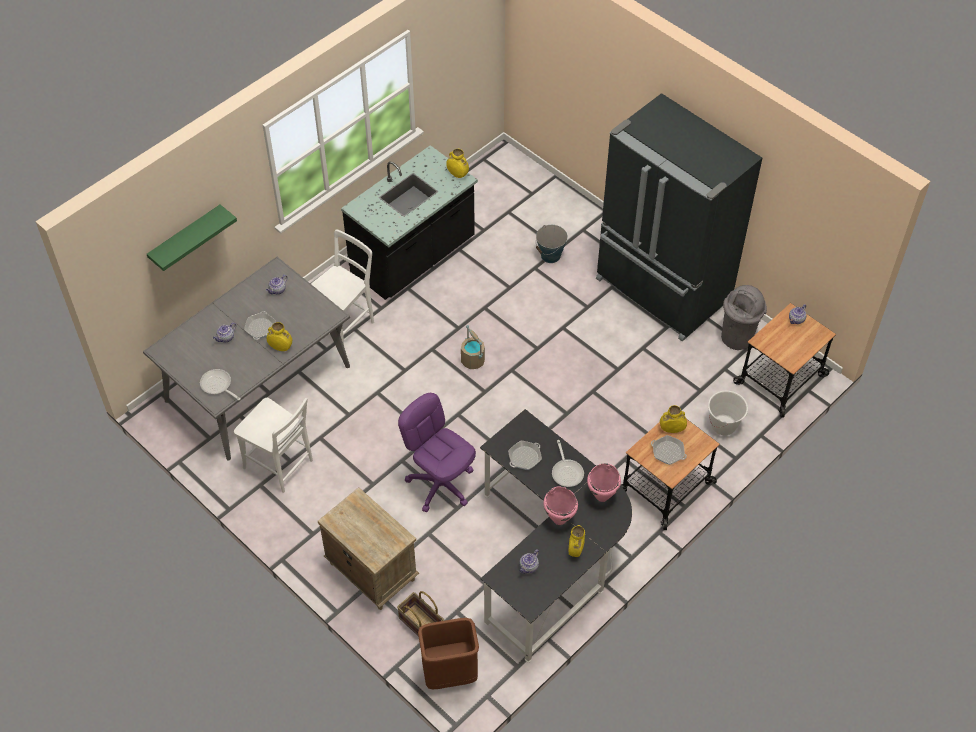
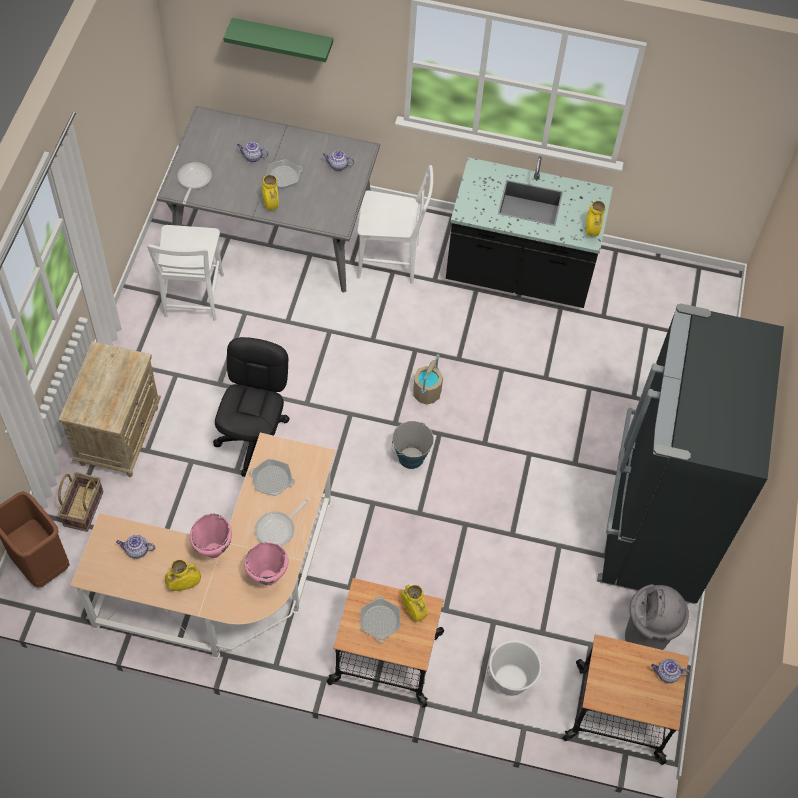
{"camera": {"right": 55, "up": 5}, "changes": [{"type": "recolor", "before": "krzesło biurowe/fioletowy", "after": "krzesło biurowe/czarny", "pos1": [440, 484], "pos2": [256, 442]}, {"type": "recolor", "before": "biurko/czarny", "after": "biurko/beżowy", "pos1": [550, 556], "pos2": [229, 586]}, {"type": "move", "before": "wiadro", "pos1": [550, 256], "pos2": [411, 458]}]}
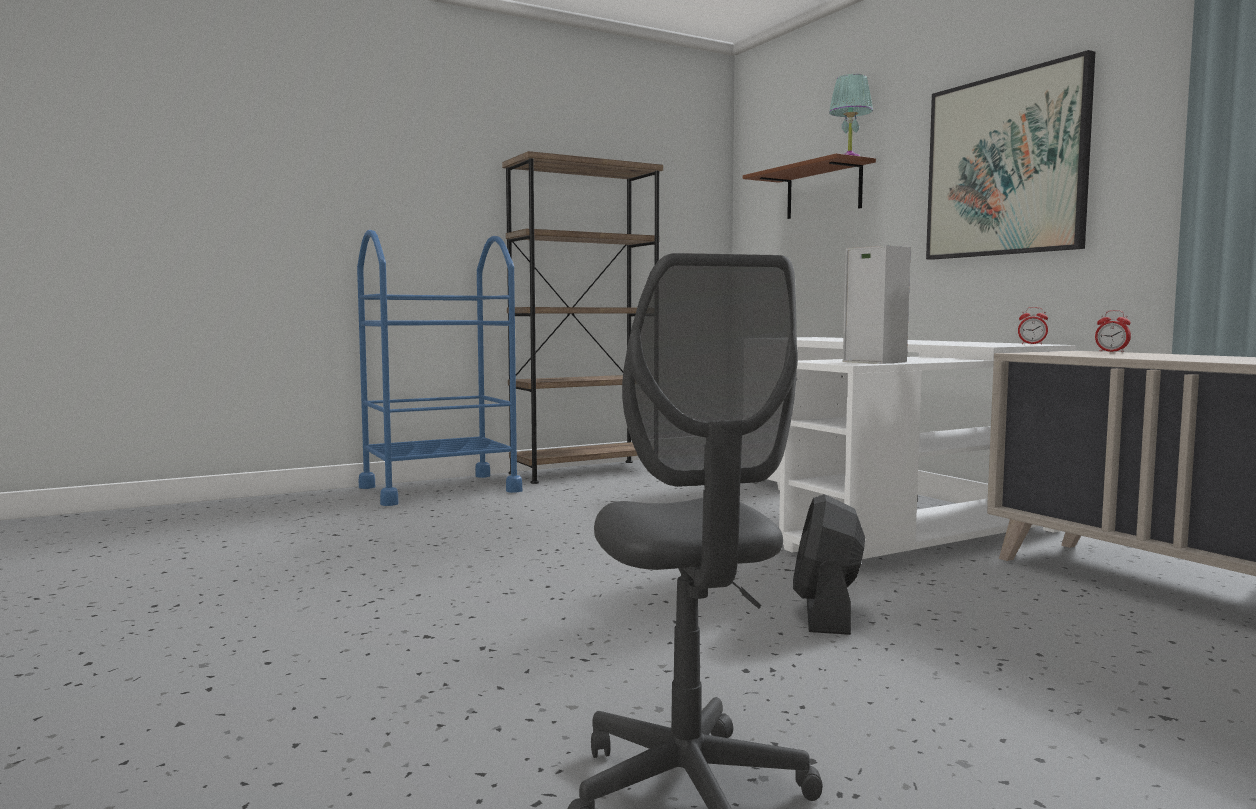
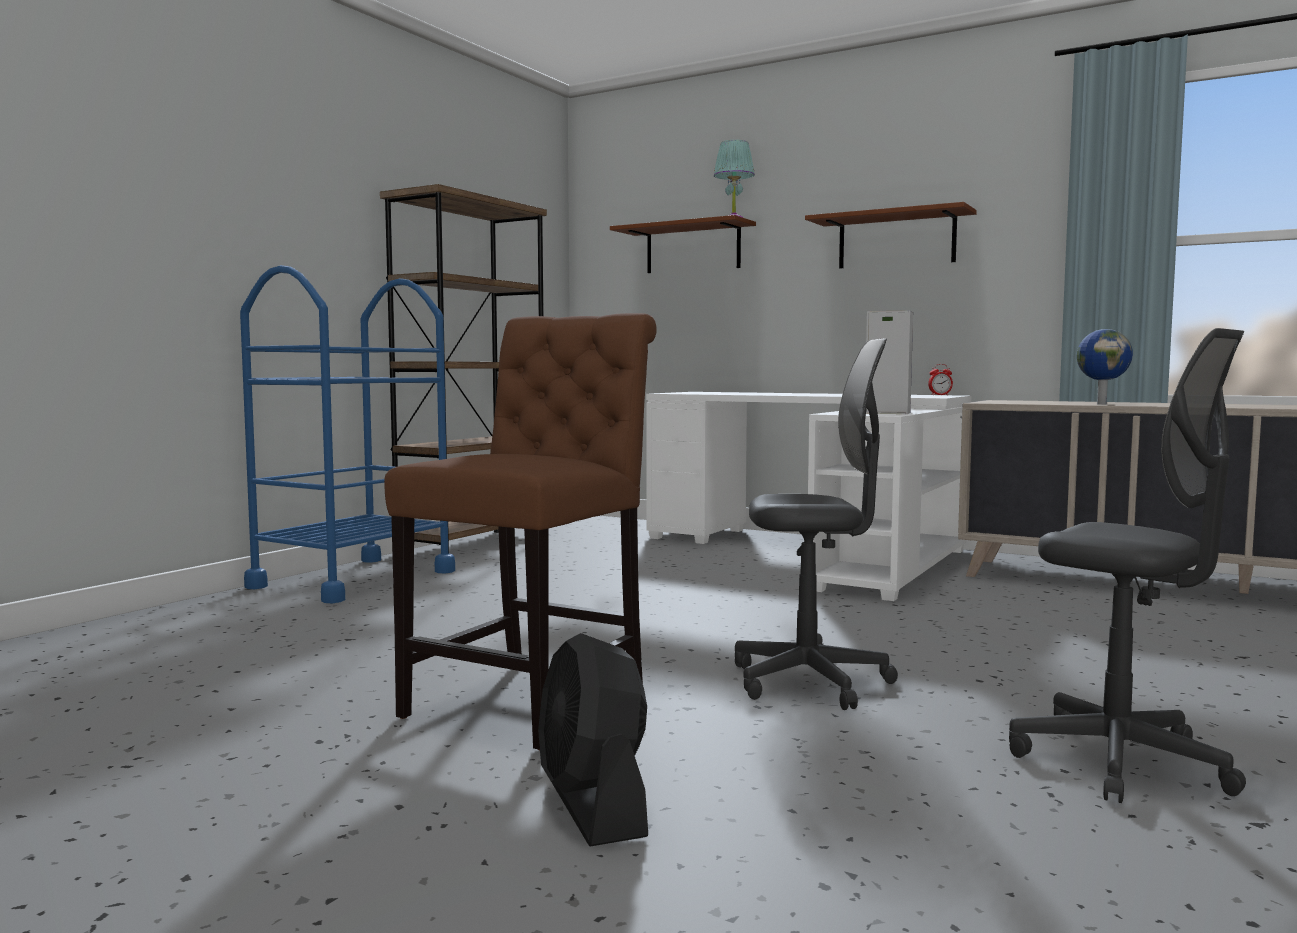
{"camera": {"right": -30, "up": 0}, "changes": [{"type": "move", "before": "wentylator/czarny", "pos1": [826, 614], "pos2": [593, 805]}, {"type": "replace", "before": "obraz", "after": "półka/brązowy", "pos1": [1005, 165], "pos2": [896, 240]}, {"type": "delete", "before": "budzik", "pos1": [1112, 351]}, {"type": "insert", "after": "krzesło/brązowy", "pos2": [534, 699]}, {"type": "insert", "after": "krzesło biurowe/szary", "pos2": [810, 682]}, {"type": "insert", "after": "globus", "pos2": [1101, 404]}]}
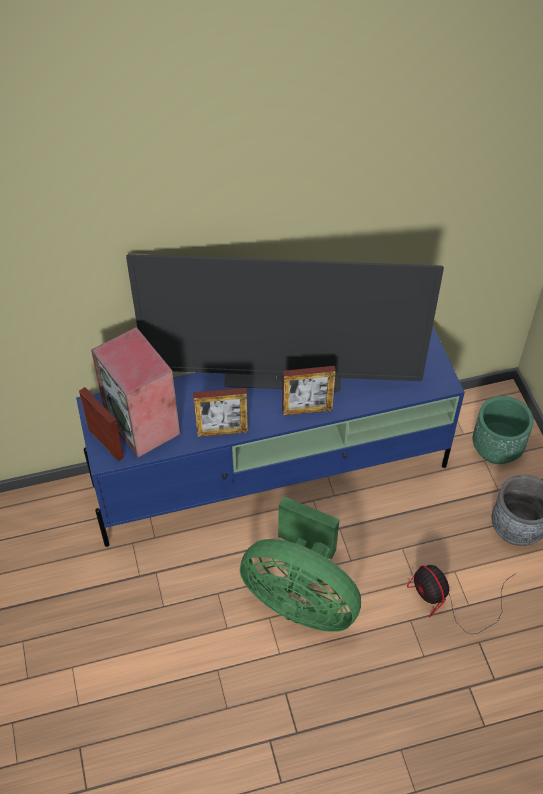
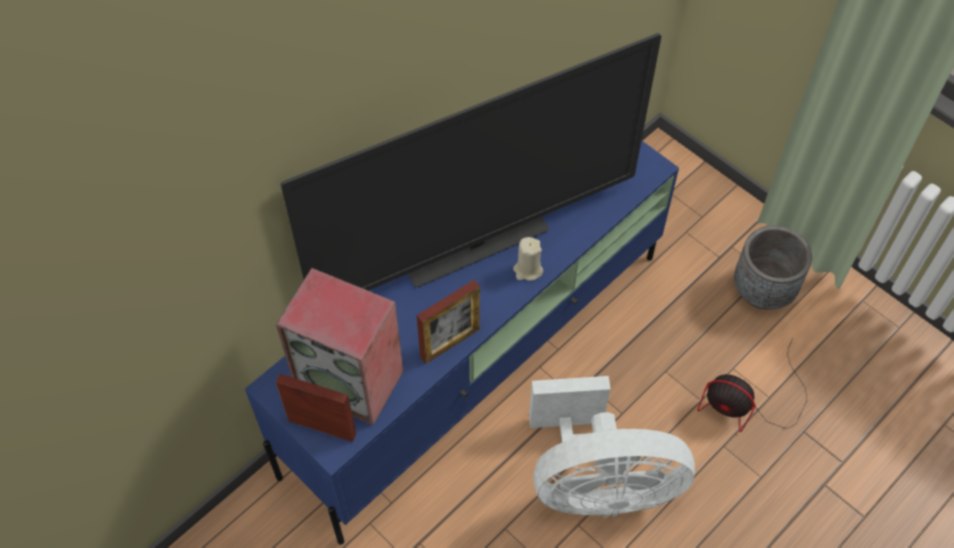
{"camera": {"right": -30, "up": 5}, "changes": [{"type": "recolor", "before": "wentylator/zielony", "after": "wentylator/biały", "pos1": [301, 598], "pos2": [597, 484]}, {"type": "replace", "before": "ramka na zdjęcie", "after": "świeca/beżowy", "pos1": [307, 410], "pos2": [527, 270]}, {"type": "delete", "before": "donica/zielony", "pos1": [496, 449]}]}
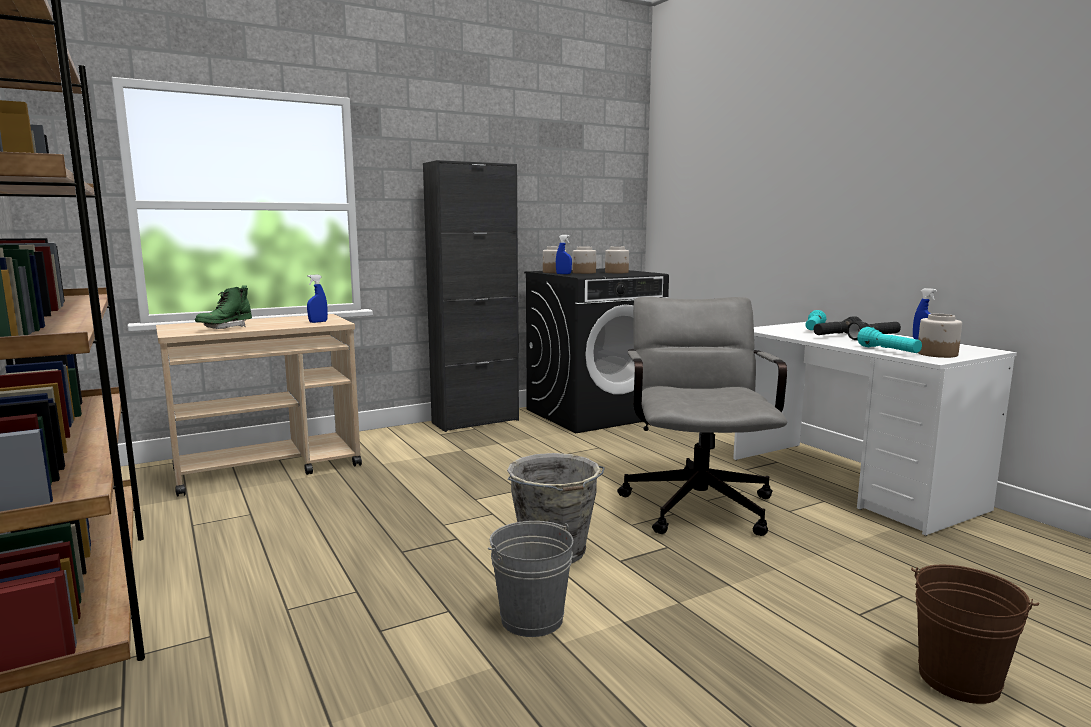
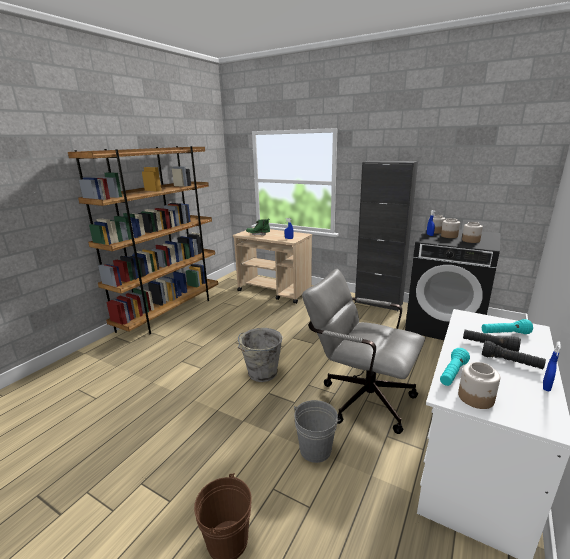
{"camera": {"right": 60, "up": 10}, "changes": [{"type": "move", "before": "wiadro/szary", "pos1": [532, 619], "pos2": [315, 449]}, {"type": "rotate", "before": "krzesło biurowe/szary", "pos1": [696, 501], "pos2": [360, 396], "turn": -120}]}
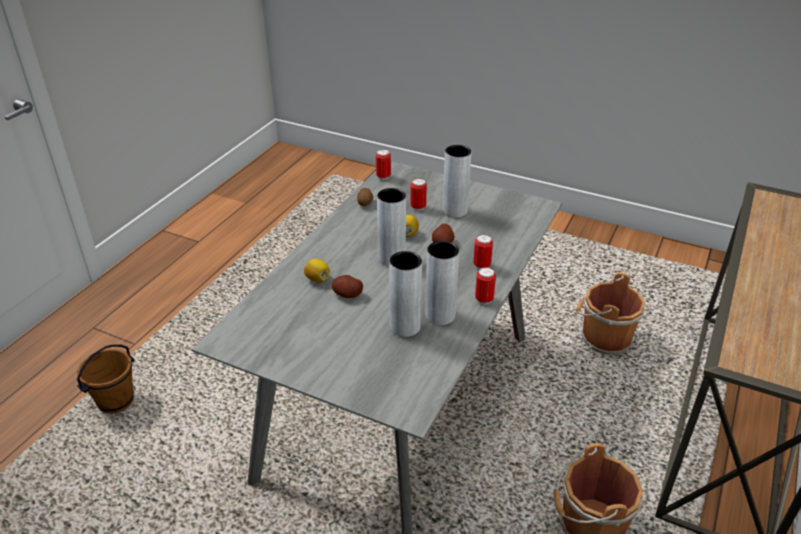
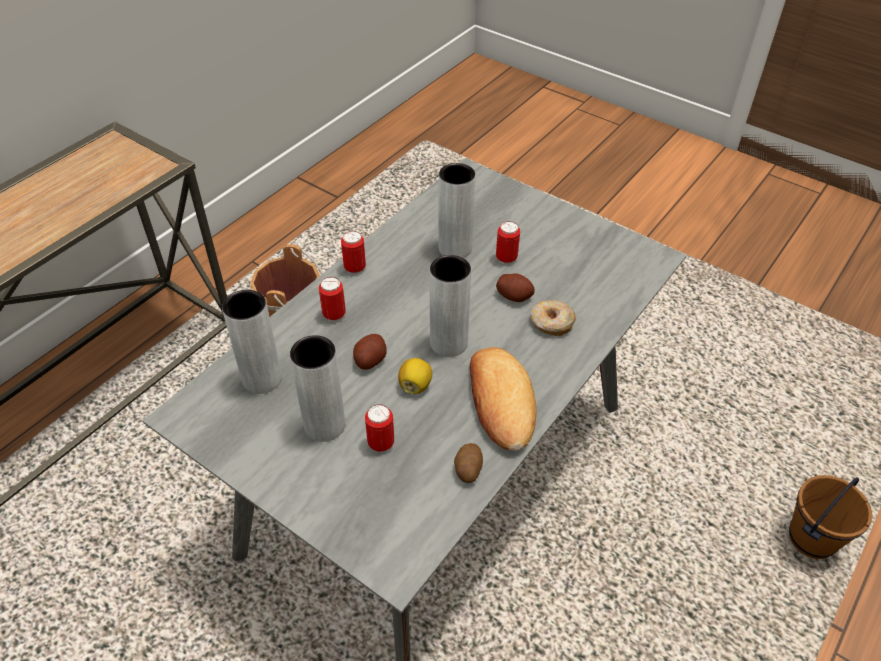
{"camera": {"right": -170, "up": 10}, "changes": [{"type": "replace", "before": "cytryna", "after": "donut", "pos1": [317, 279], "pos2": [551, 323]}, {"type": "move", "before": "puszka", "pos1": [383, 176], "pos2": [506, 258]}, {"type": "move", "before": "wazon/szary", "pos1": [440, 315], "pos2": [262, 379]}, {"type": "delete", "before": "wiadro/brązowy", "pos1": [603, 339]}, {"type": "insert", "after": "chleb", "pos2": [500, 402]}]}
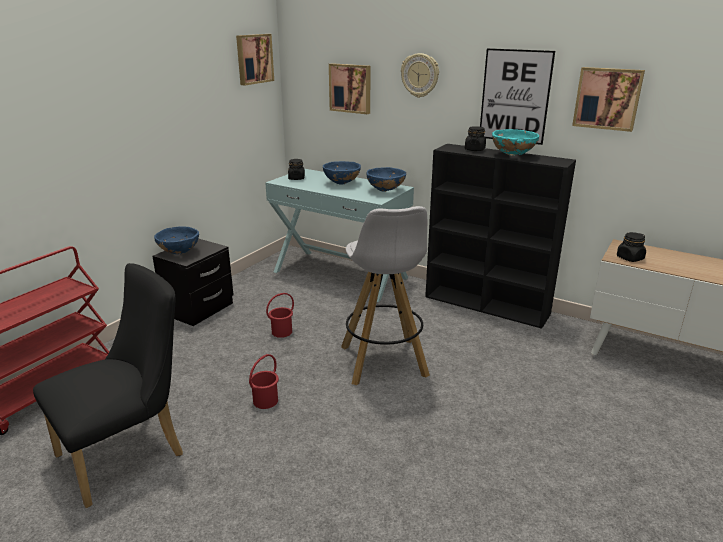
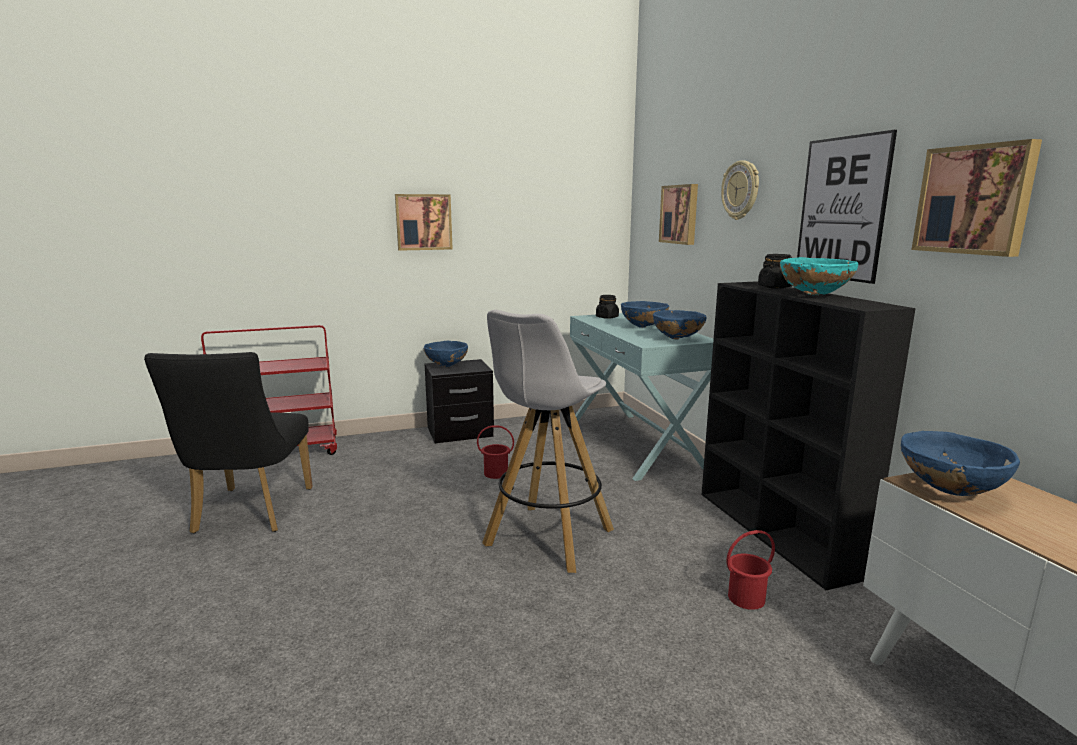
{"camera": {"right": 40, "up": -10}, "changes": [{"type": "rotate", "before": "krzesło/czarny", "pos1": [130, 452], "pos2": [249, 514], "turn": 90}, {"type": "move", "before": "obraz", "pos1": [254, 59], "pos2": [423, 222]}, {"type": "move", "before": "wiadro/czerwony", "pos1": [265, 401], "pos2": [745, 598]}, {"type": "replace", "before": "słoik/czarny", "after": "miska/niebieski", "pos1": [630, 258], "pos2": [949, 491]}]}
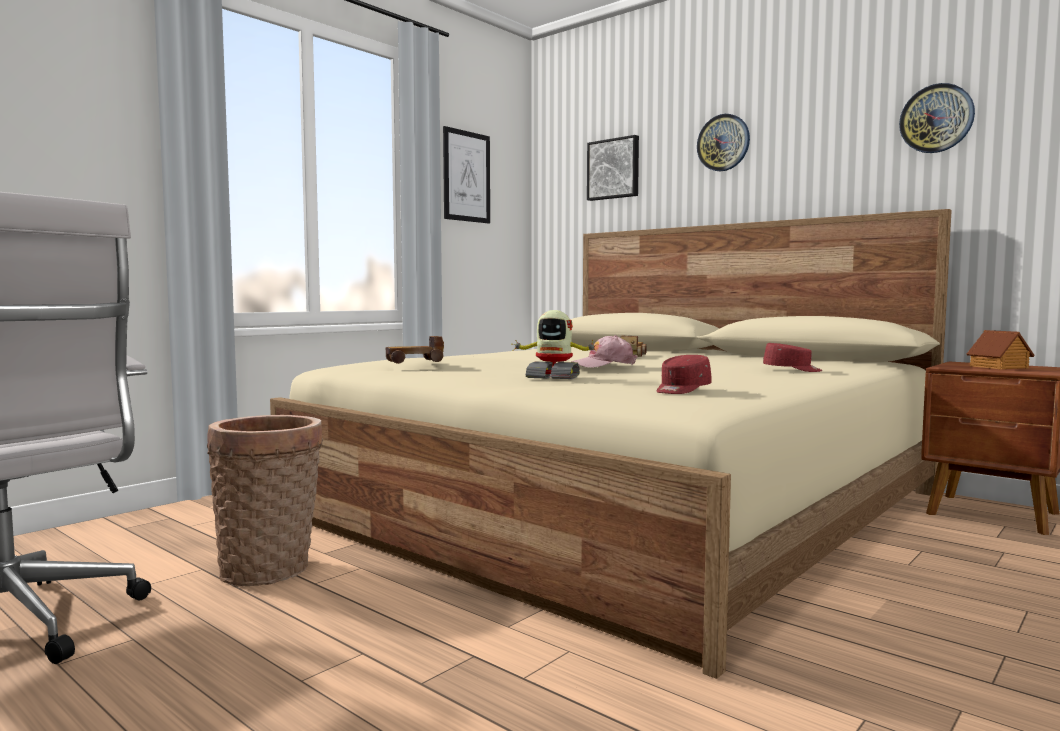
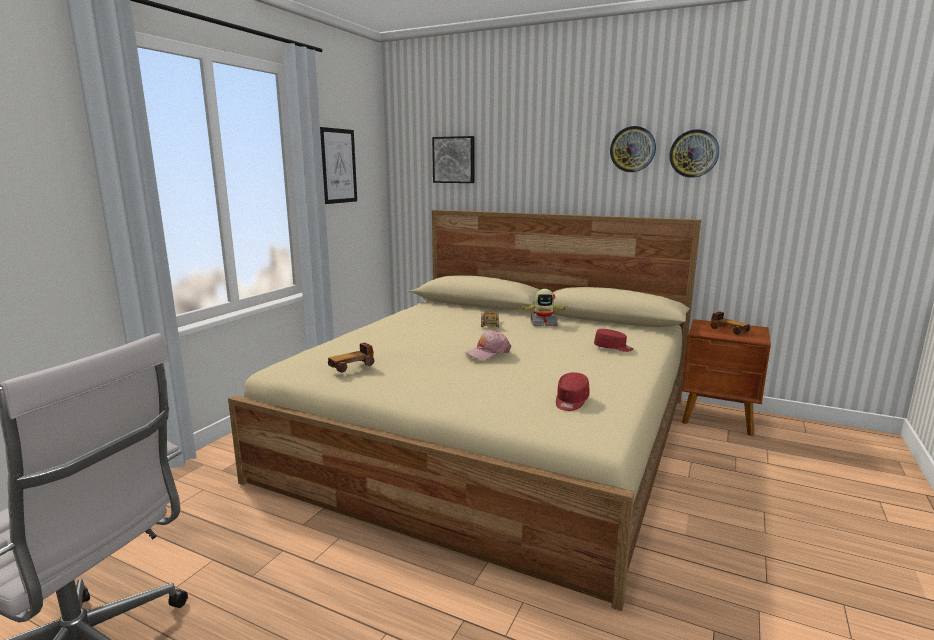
{"camera": {"right": -15, "up": 10}, "changes": [{"type": "delete", "before": "koszyk", "pos1": [271, 569]}, {"type": "move", "before": "robot zabawkowy", "pos1": [553, 377], "pos2": [543, 323]}, {"type": "move", "before": "zegar ścienny", "pos1": [723, 143], "pos2": [632, 149]}, {"type": "replace", "before": "domek", "after": "samochodzik", "pos1": [999, 367], "pos2": [728, 330]}]}
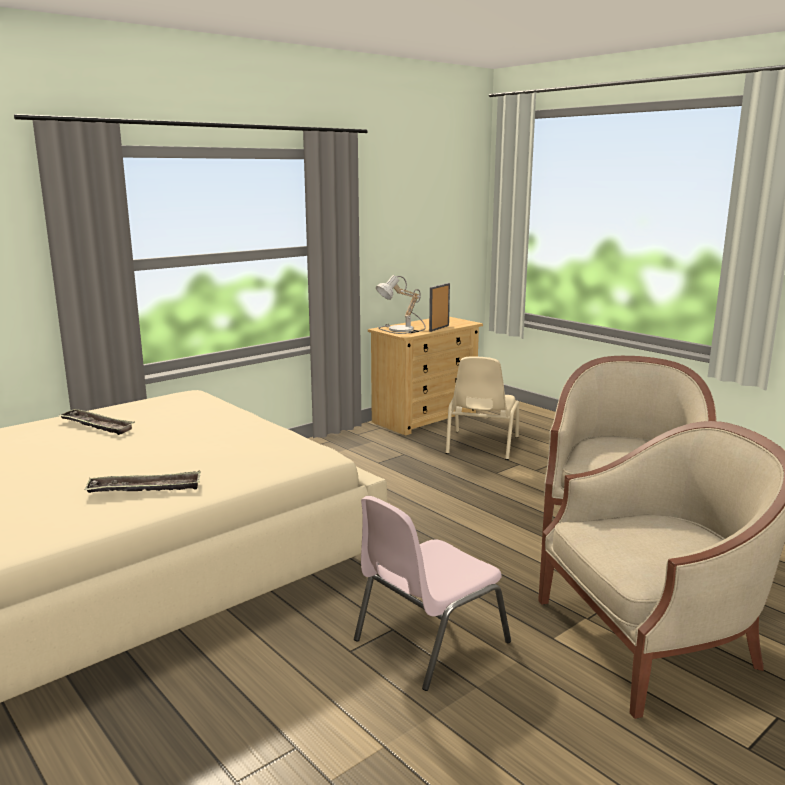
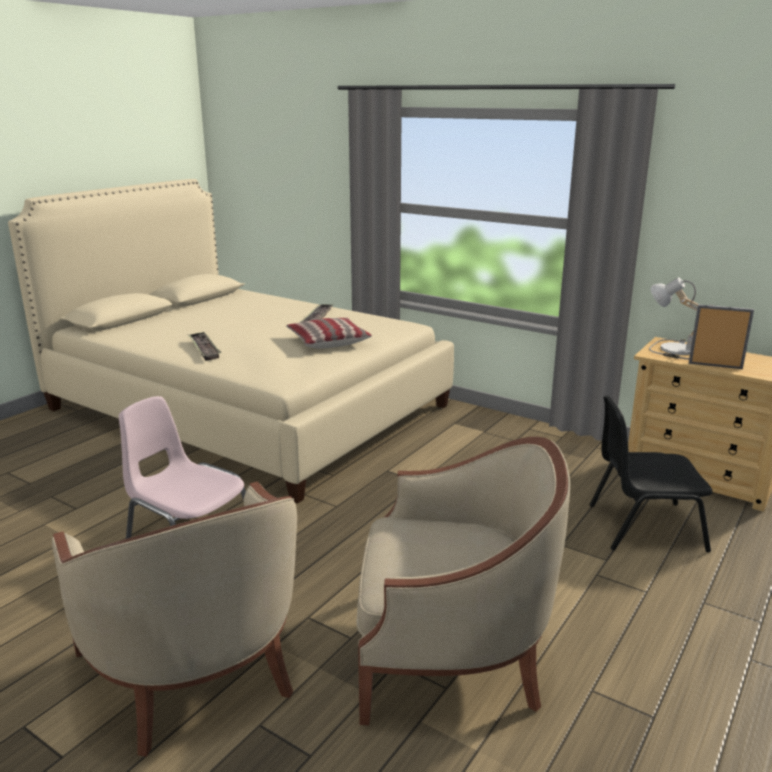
{"camera": {"right": 75, "up": 5}, "changes": [{"type": "recolor", "before": "krzesło/beżowy", "after": "krzesło/czarny", "pos1": [481, 445], "pos2": [643, 526]}, {"type": "insert", "after": "poduszka", "pos2": [327, 341]}]}
